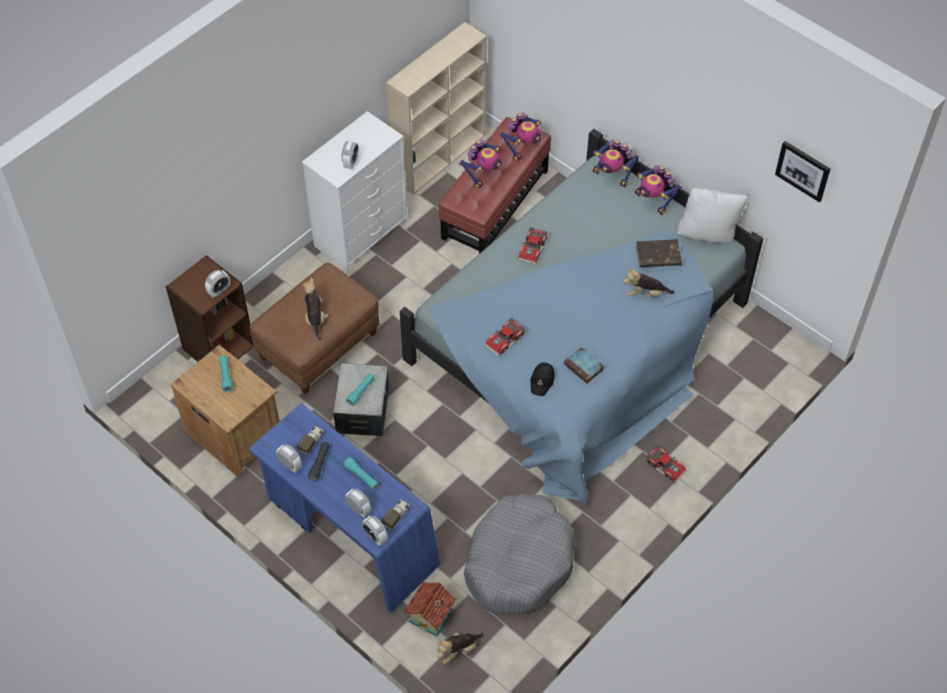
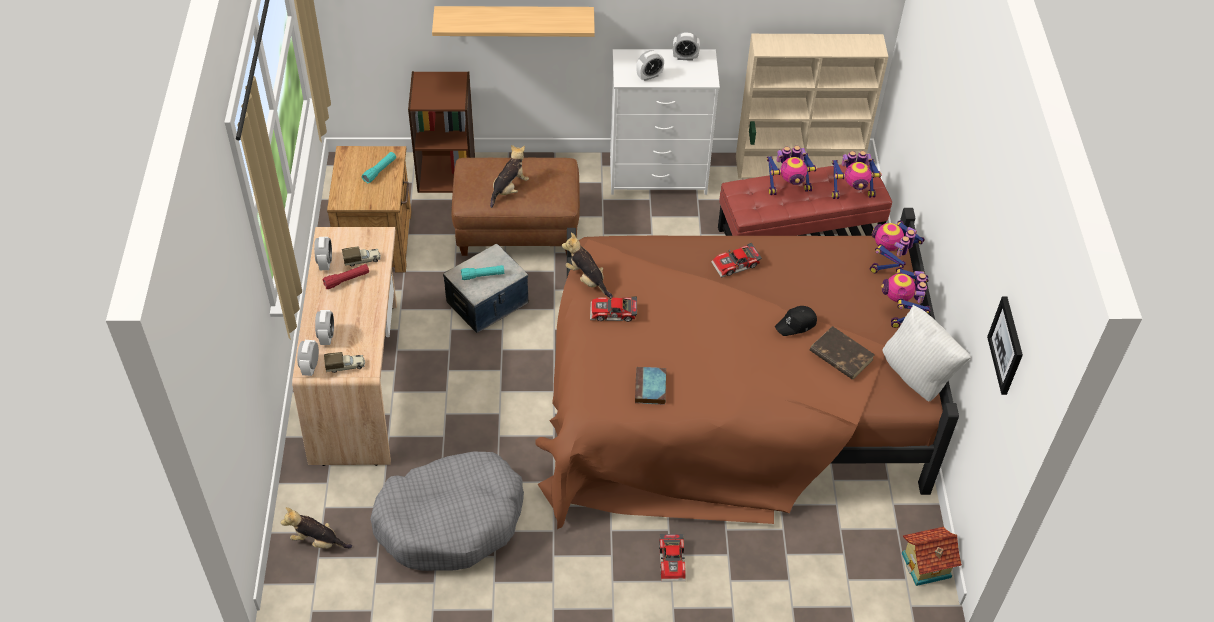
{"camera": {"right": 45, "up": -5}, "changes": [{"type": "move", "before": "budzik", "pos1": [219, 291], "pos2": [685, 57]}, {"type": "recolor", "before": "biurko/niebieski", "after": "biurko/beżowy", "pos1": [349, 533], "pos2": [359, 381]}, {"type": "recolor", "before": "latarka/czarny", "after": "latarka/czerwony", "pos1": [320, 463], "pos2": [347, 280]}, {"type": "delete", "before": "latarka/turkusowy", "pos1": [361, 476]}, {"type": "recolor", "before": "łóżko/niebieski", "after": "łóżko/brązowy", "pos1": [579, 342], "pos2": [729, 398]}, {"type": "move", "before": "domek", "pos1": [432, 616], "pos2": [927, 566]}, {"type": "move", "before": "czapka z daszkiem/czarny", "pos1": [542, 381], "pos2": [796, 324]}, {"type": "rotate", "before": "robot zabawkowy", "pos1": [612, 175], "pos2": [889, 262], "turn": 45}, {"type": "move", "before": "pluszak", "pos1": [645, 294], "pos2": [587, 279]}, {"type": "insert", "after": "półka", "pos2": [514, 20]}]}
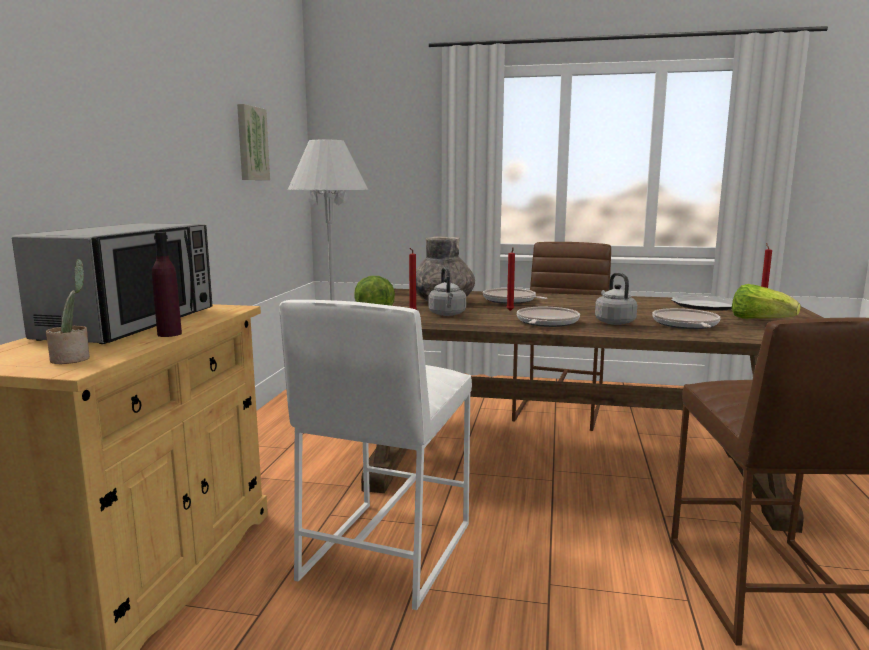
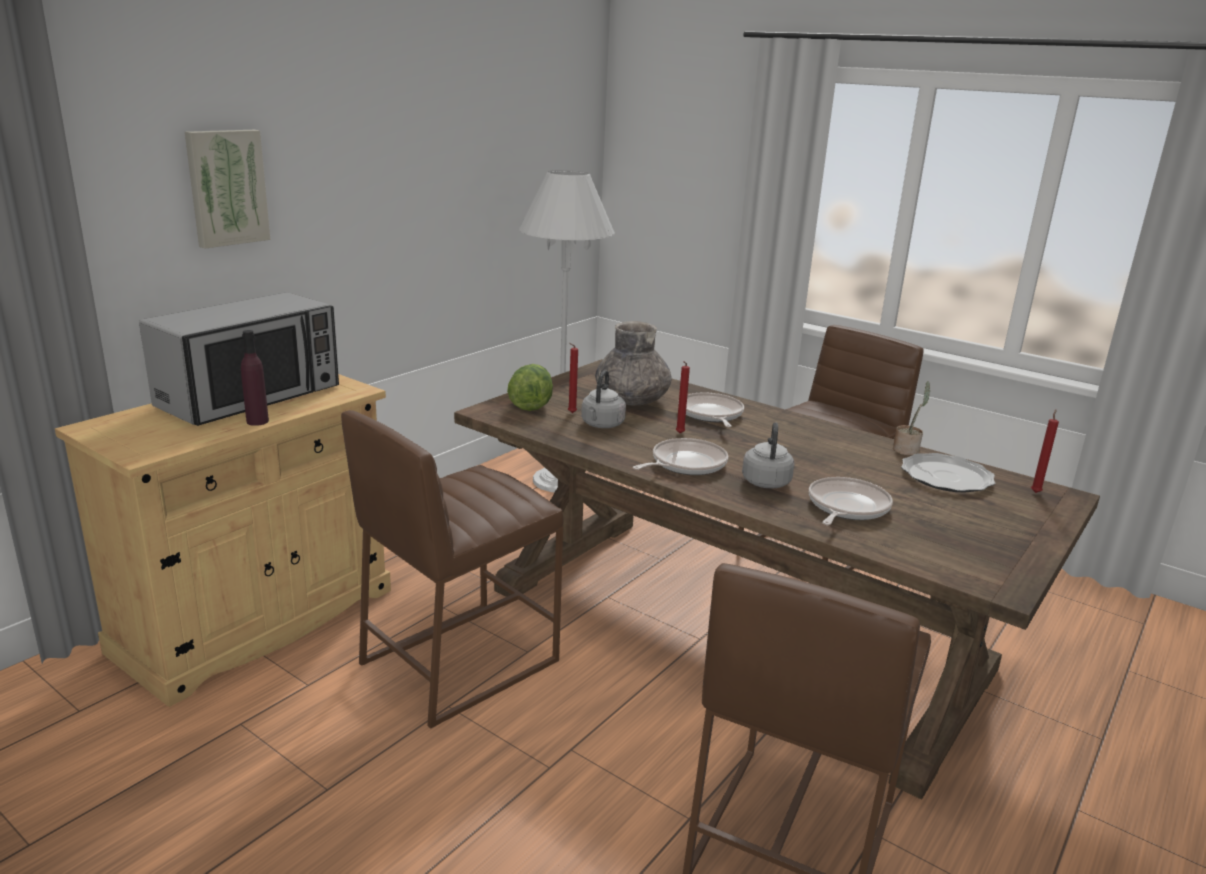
{"camera": {"right": 25, "up": 10}, "changes": [{"type": "move", "before": "roślina doniczkowa", "pos1": [73, 359], "pos2": [907, 450]}, {"type": "move", "before": "obraz", "pos1": [251, 143], "pos2": [226, 187]}, {"type": "recolor", "before": "stołek/biały", "after": "stołek/brązowy", "pos1": [385, 550], "pos2": [457, 661]}, {"type": "delete", "before": "sałata", "pos1": [759, 320]}]}
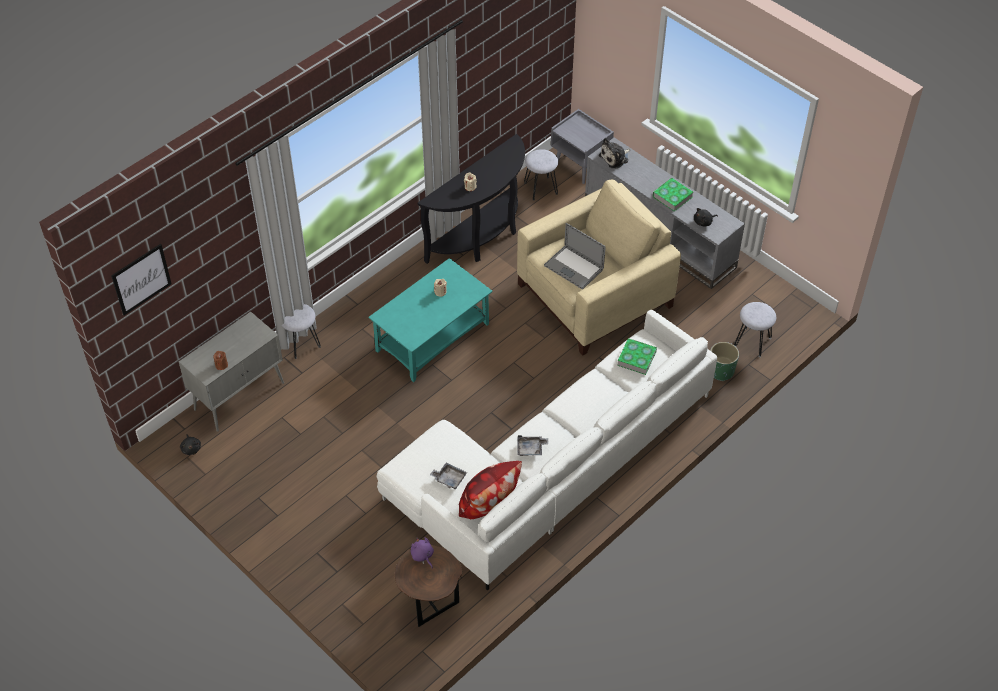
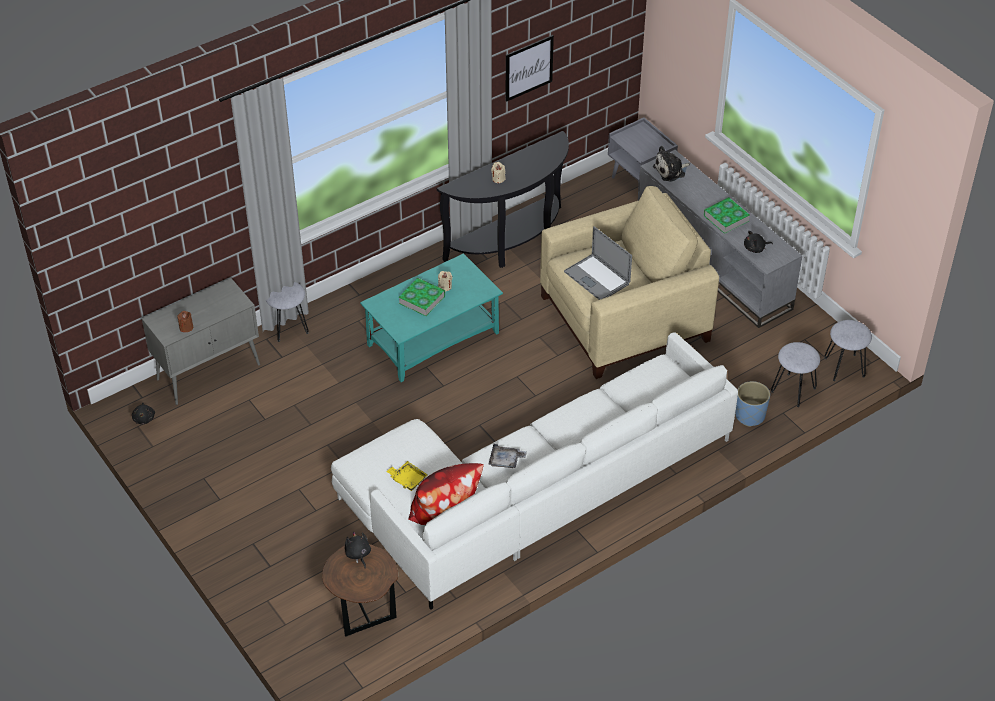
{"camera": {"right": 10, "up": -5}, "changes": [{"type": "move", "before": "obraz", "pos1": [141, 279], "pos2": [528, 68]}, {"type": "recolor", "before": "pluszak/fioletowy", "after": "pluszak/czarny", "pos1": [422, 556], "pos2": [358, 554]}, {"type": "recolor", "before": "taca/szary", "after": "taca/żółty", "pos1": [449, 478], "pos2": [407, 479]}, {"type": "move", "before": "stołek/szary", "pos1": [540, 188], "pos2": [844, 367]}, {"type": "move", "before": "książka", "pos1": [636, 358], "pos2": [422, 299]}, {"type": "recolor", "before": "donica/zielony", "after": "donica/niebieski", "pos1": [721, 371], "pos2": [750, 416]}]}
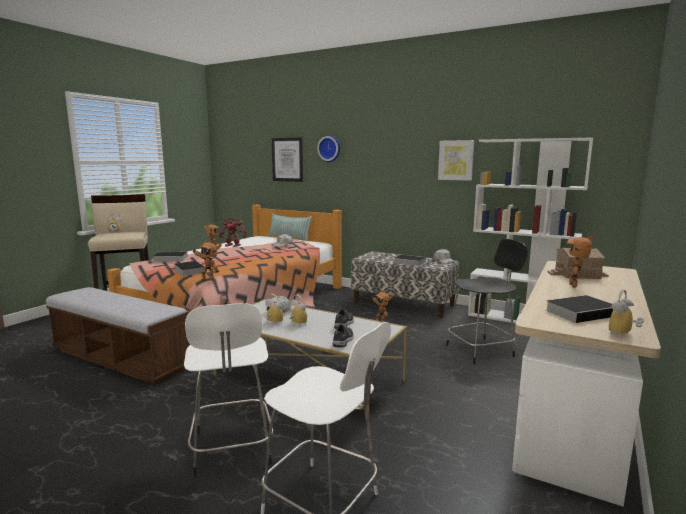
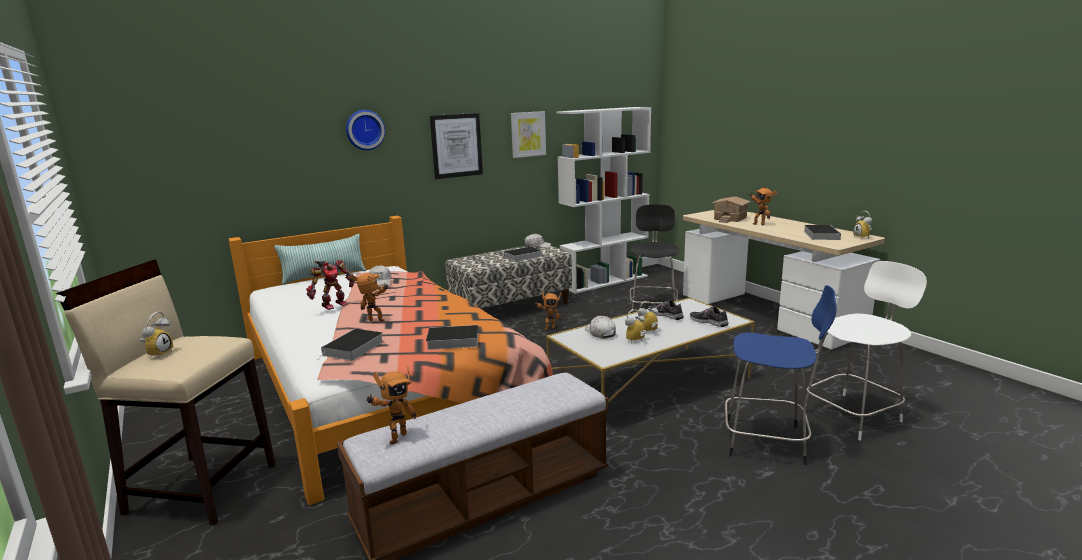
{"camera": {"right": -60, "up": 5}, "changes": [{"type": "recolor", "before": "stołek/biały", "after": "stołek/niebieski", "pos1": [232, 450], "pos2": [768, 441]}, {"type": "move", "before": "robot zabawkowy", "pos1": [207, 279], "pos2": [395, 438]}, {"type": "move", "before": "obraz", "pos1": [287, 159], "pos2": [456, 145]}]}
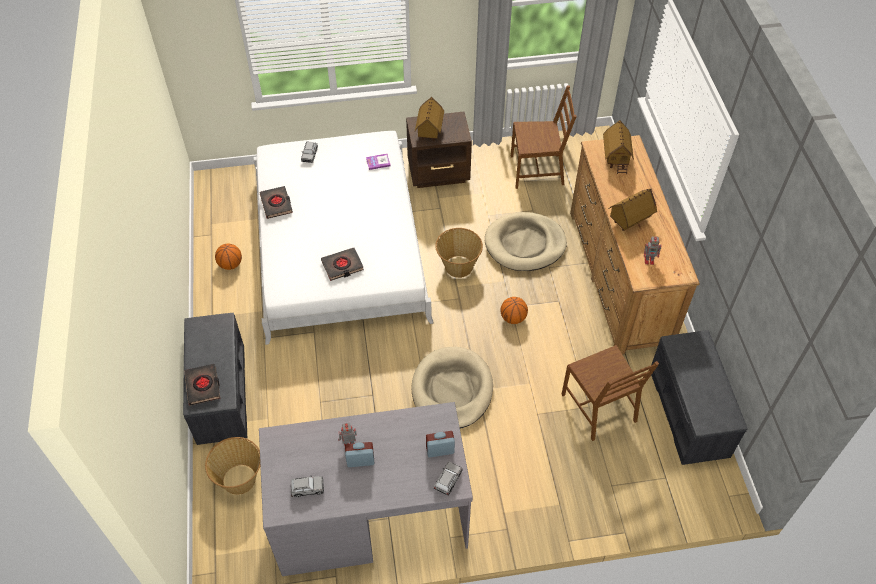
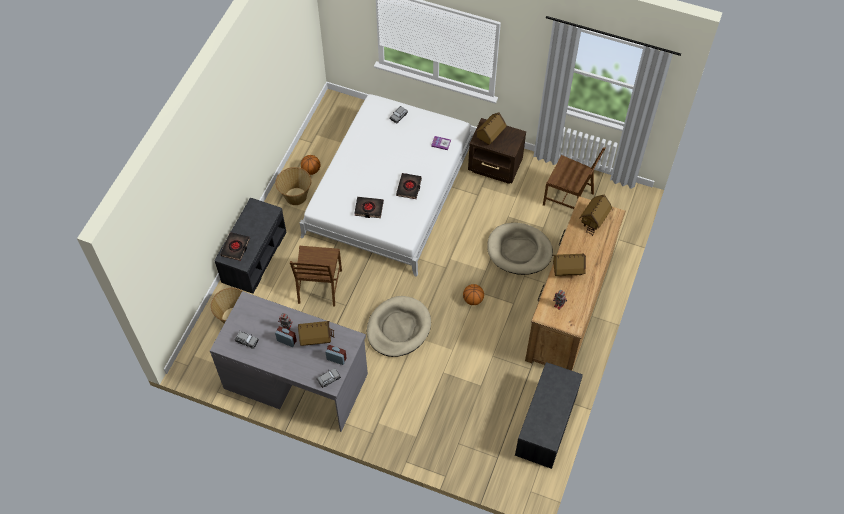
{"camera": {"right": 30, "up": 5}, "changes": [{"type": "move", "before": "książka/czarny", "pos1": [276, 204], "pos2": [409, 187]}, {"type": "move", "before": "koszyk", "pos1": [458, 266], "pos2": [295, 196]}, {"type": "move", "before": "krzesło/brązowy", "pos1": [600, 408], "pos2": [319, 287]}, {"type": "insert", "after": "domek", "pos2": [316, 339]}]}
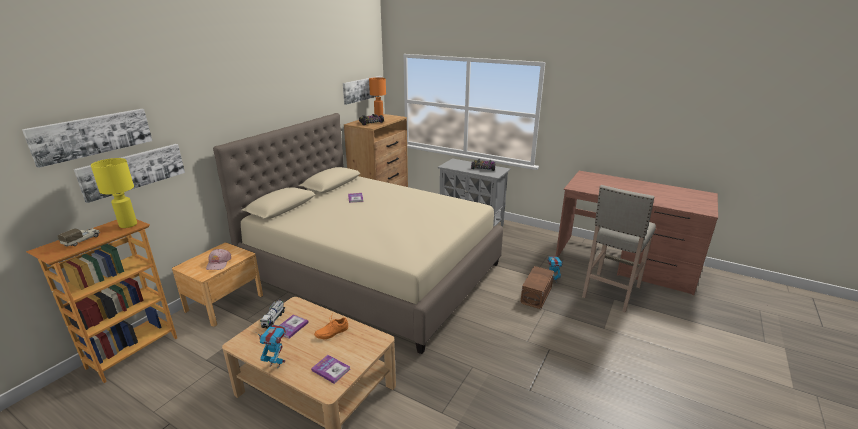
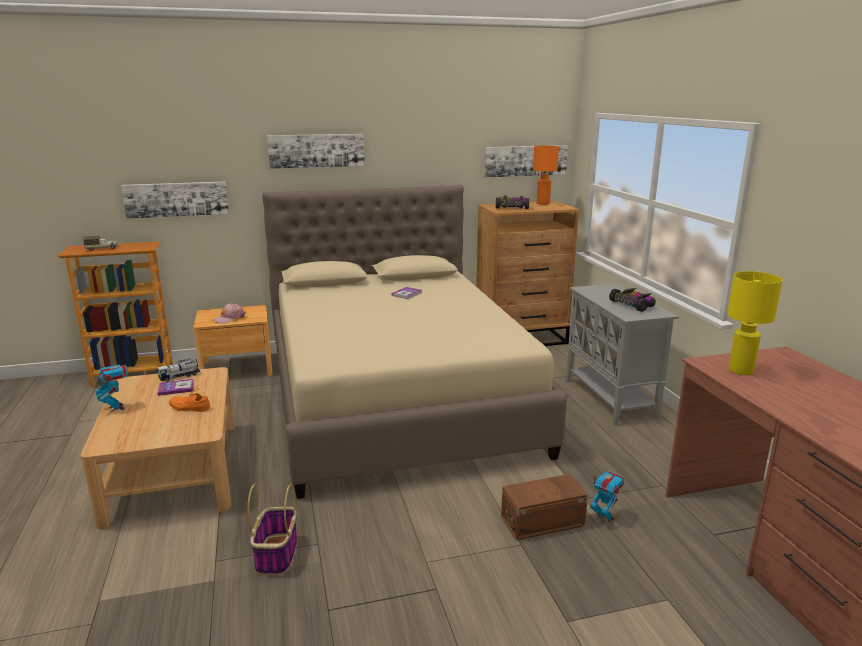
{"camera": {"right": 45, "up": -5}, "changes": [{"type": "move", "before": "obraz", "pos1": [92, 135], "pos2": [316, 150]}, {"type": "move", "before": "lampa stołowa/żółty", "pos1": [128, 225], "pos2": [741, 371]}, {"type": "delete", "before": "książka", "pos1": [331, 369]}, {"type": "delete", "before": "stołek/beżowy", "pos1": [610, 292]}, {"type": "insert", "after": "koszyk", "pos2": [276, 554]}]}
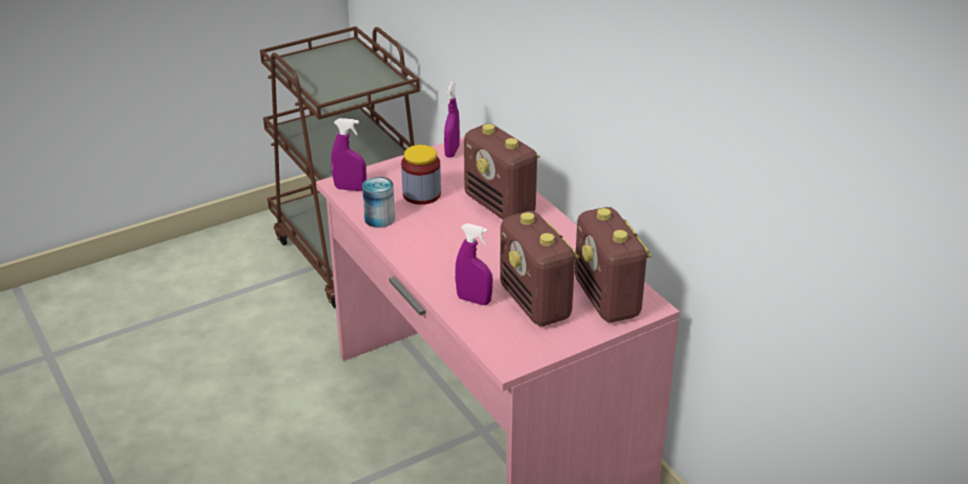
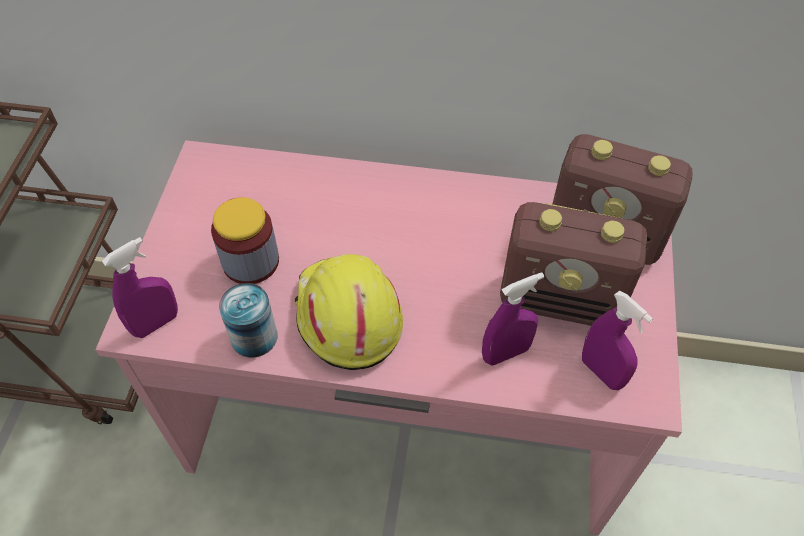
{"camera": {"right": -50, "up": 20}, "changes": [{"type": "move", "before": "spryskiwacz/fioletowy", "pos1": [452, 152], "pos2": [601, 372]}, {"type": "delete", "before": "radio", "pos1": [500, 206]}, {"type": "insert", "after": "kask/żółty", "pos2": [346, 316]}]}
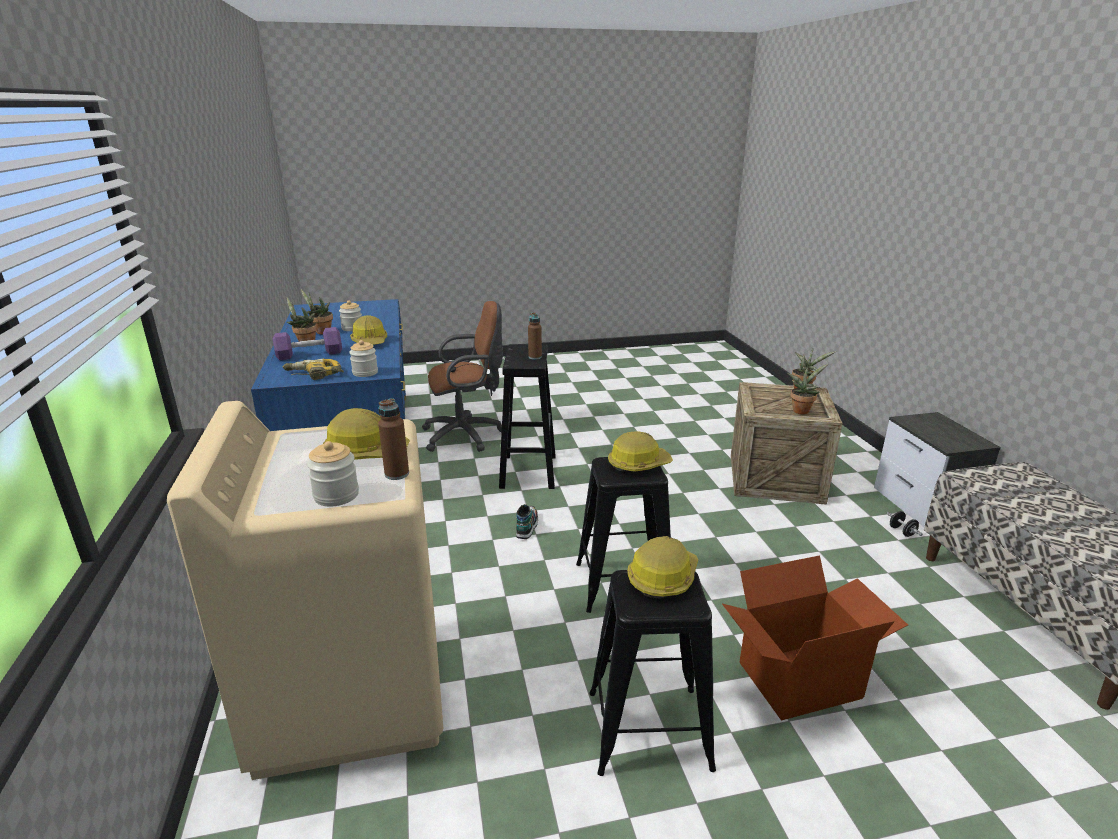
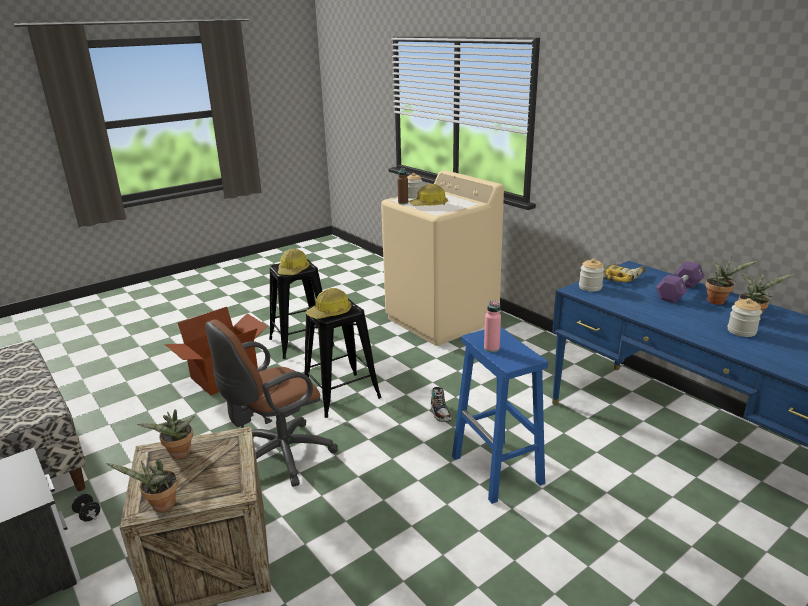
{"camera": {"right": 155, "up": 0}, "changes": [{"type": "delete", "before": "kask", "pos1": [370, 342]}, {"type": "move", "before": "krzesło biurowe/brązowy", "pos1": [467, 435], "pos2": [278, 457]}, {"type": "recolor", "before": "stołek/czarny", "after": "stołek/niebieski", "pos1": [528, 471], "pos2": [498, 470]}, {"type": "recolor", "before": "butelka/brązowy", "after": "butelka/różowy", "pos1": [535, 357], "pos2": [491, 348]}]}
